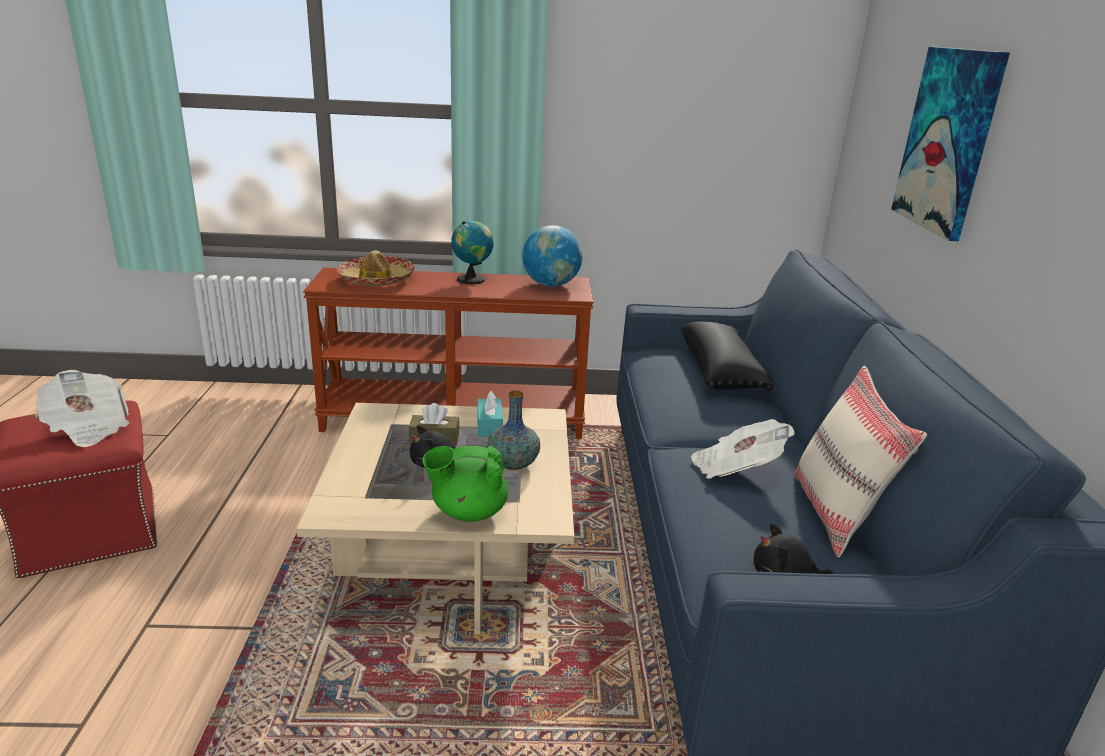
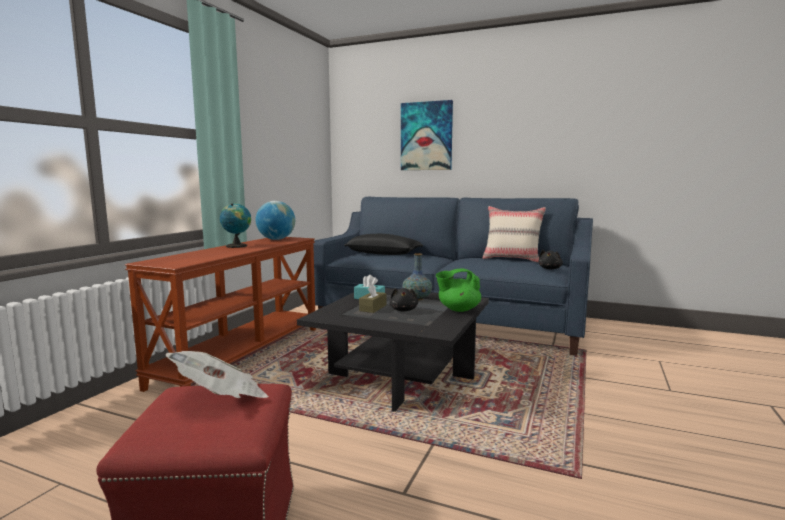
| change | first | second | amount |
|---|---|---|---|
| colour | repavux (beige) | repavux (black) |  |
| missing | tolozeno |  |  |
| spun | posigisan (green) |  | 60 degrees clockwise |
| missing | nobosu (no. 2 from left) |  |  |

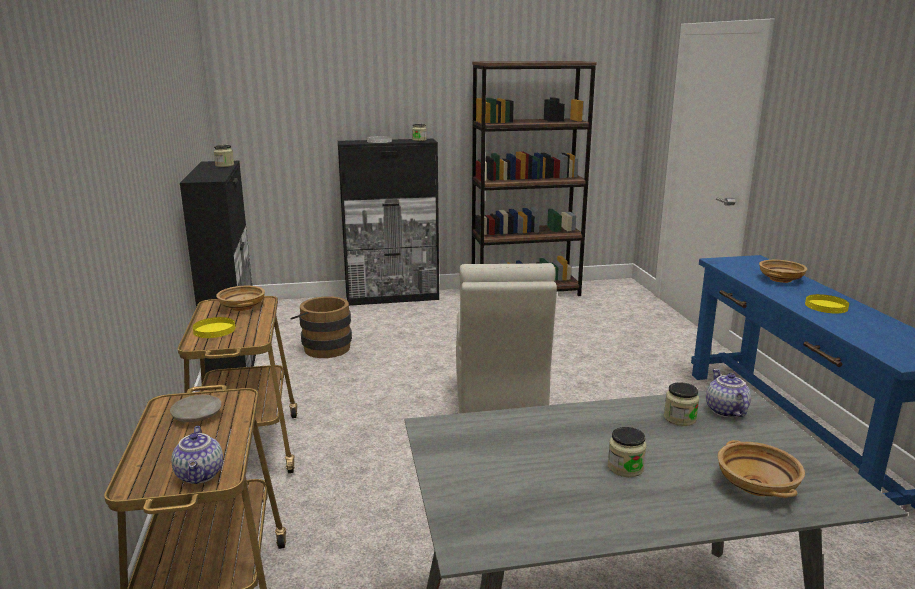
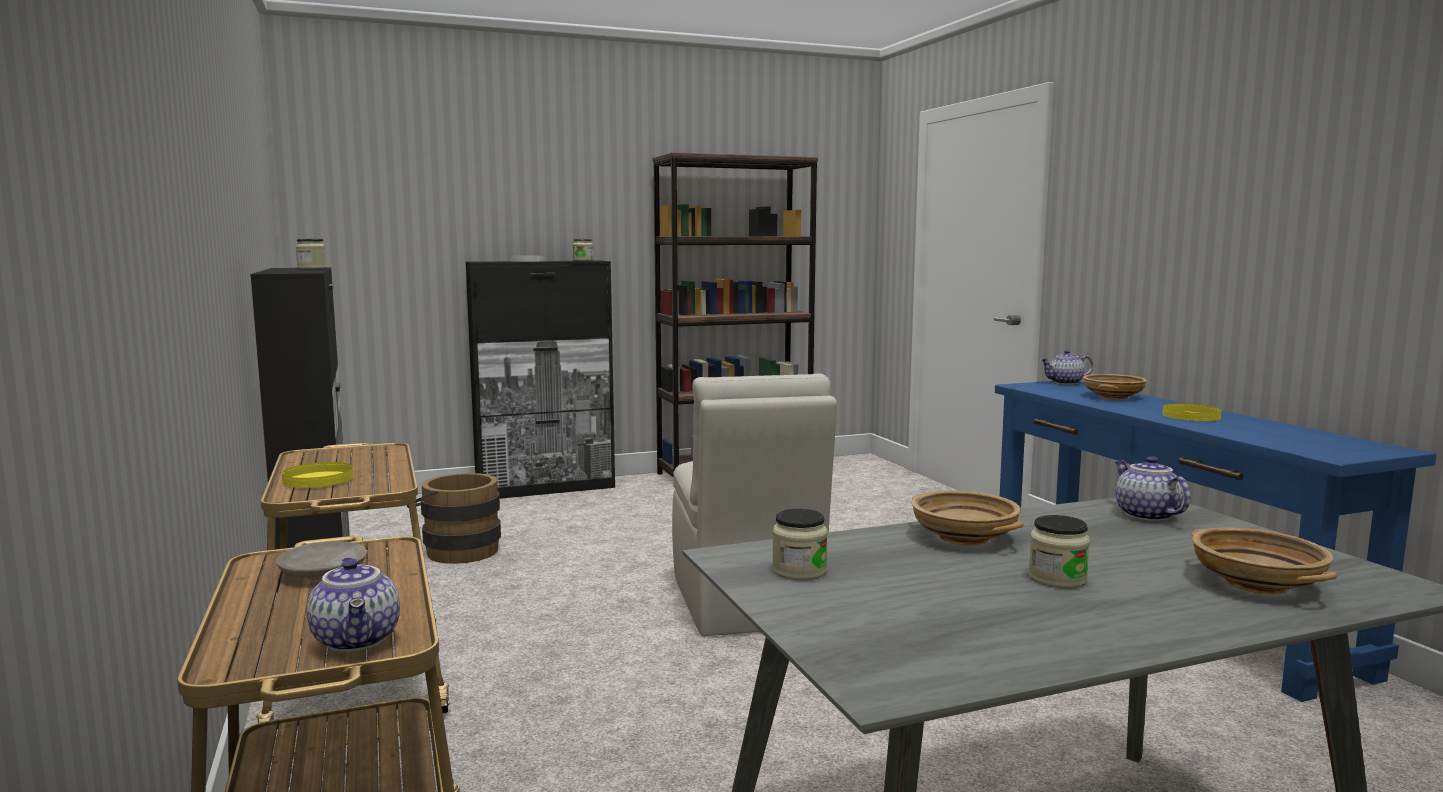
| change | first | second | amount |
|---|---|---|---|
| relocated | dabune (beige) (no. 1 from left) |  |  |
| relocated | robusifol (no. 4 from left in the first image) | robusifol (no. 3 from left) |  |
| appeared |  | posigisan (no. 2 from left) |  |

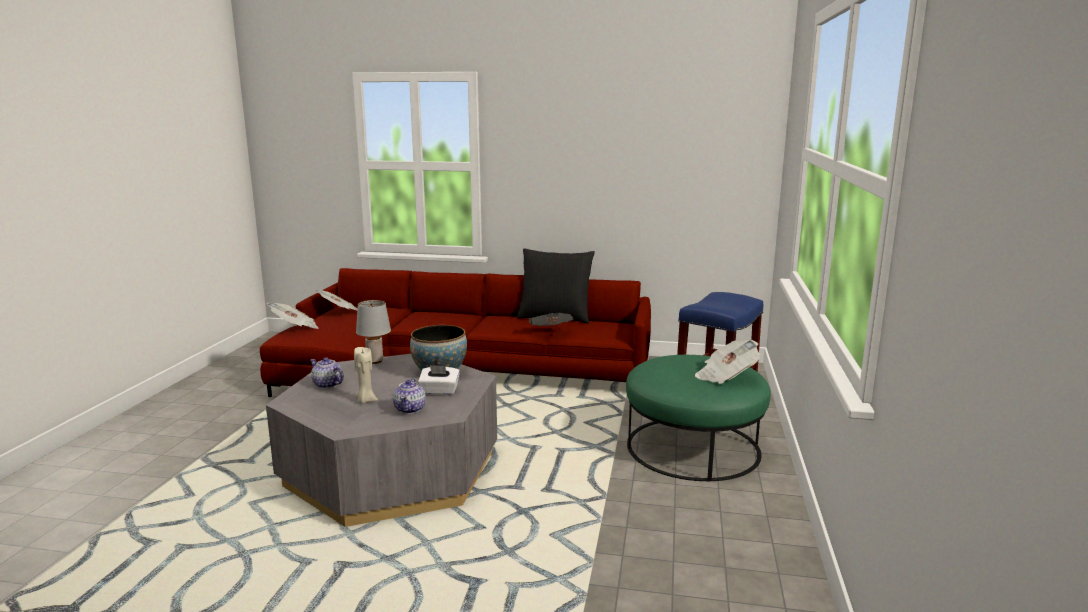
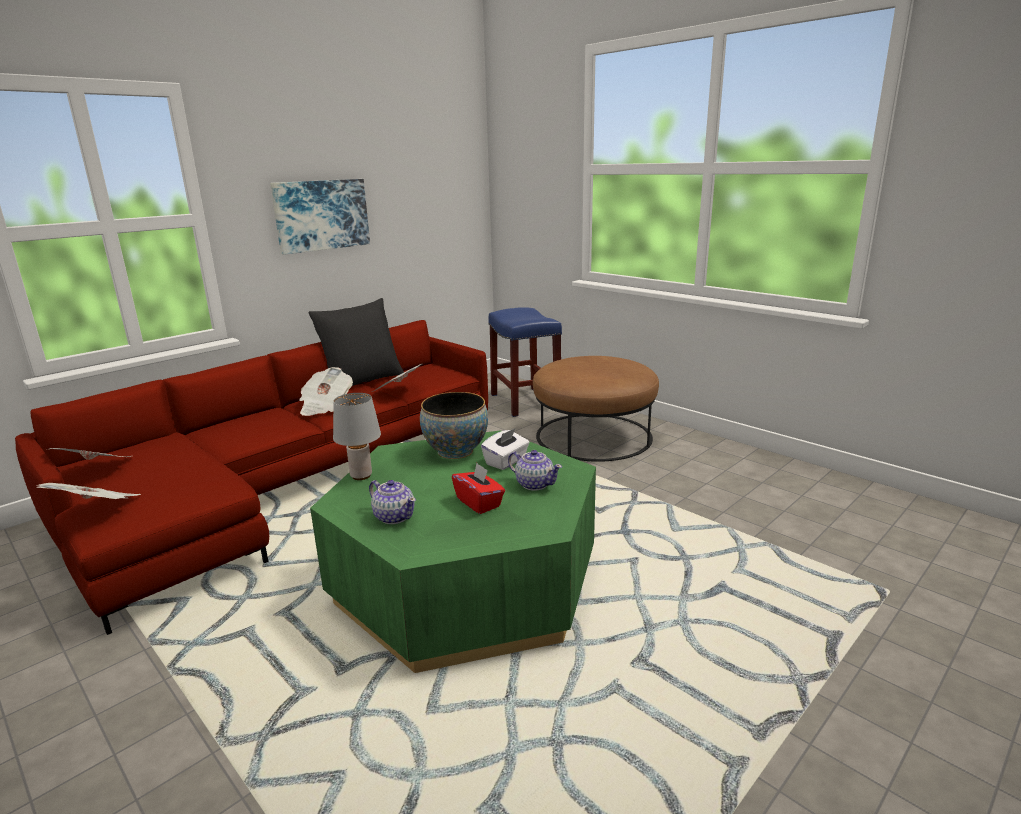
| change | first | second | amount |
|---|---|---|---|
| colour | repavux (grey) | repavux (green) |  |
| spun | posigisan (no. 1 from left) |  | 120 degrees counterclockwise |
| exchanged | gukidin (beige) | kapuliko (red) |  |
| colour | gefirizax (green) | gefirizax (brown) |  |
| relocated | nobosu (no. 4 from left in the first image) | nobosu (no. 3 from left) |  |
| appeared |  | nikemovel |  |

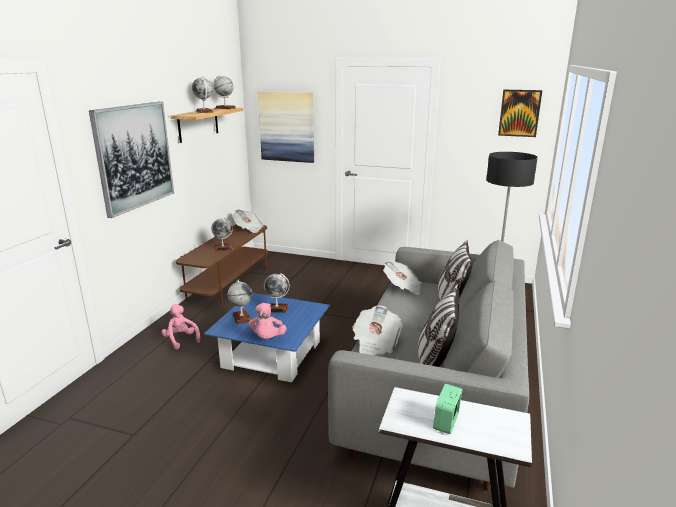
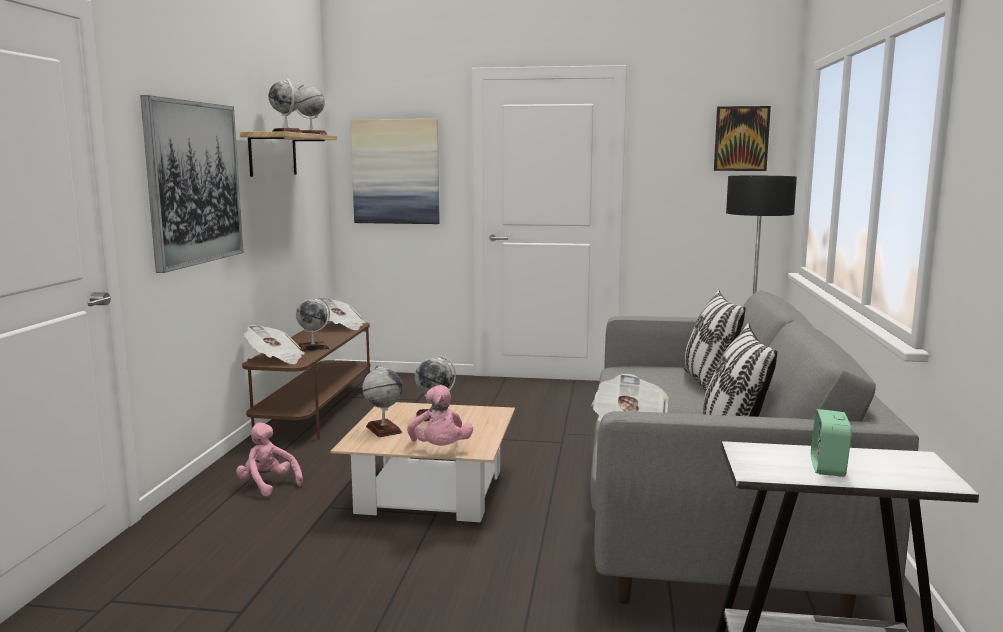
| change | first | second | amount |
|---|---|---|---|
| colour | repavux (blue) | repavux (beige) |  |
| relocated | nobosu (no. 3 from left in the first image) | nobosu (no. 1 from left) |  |

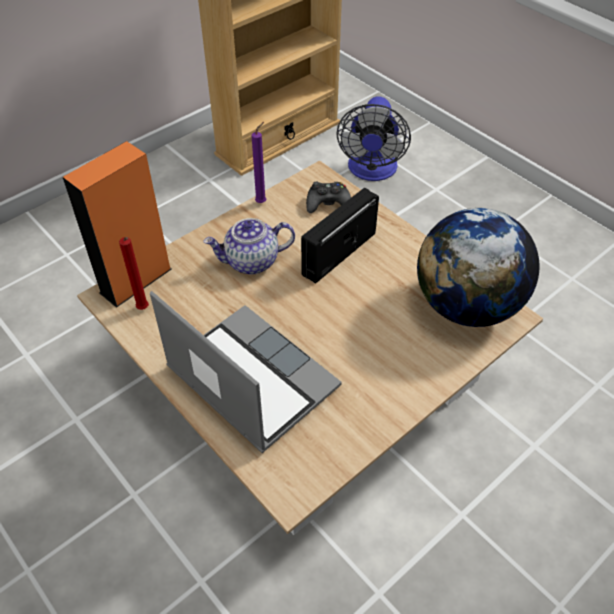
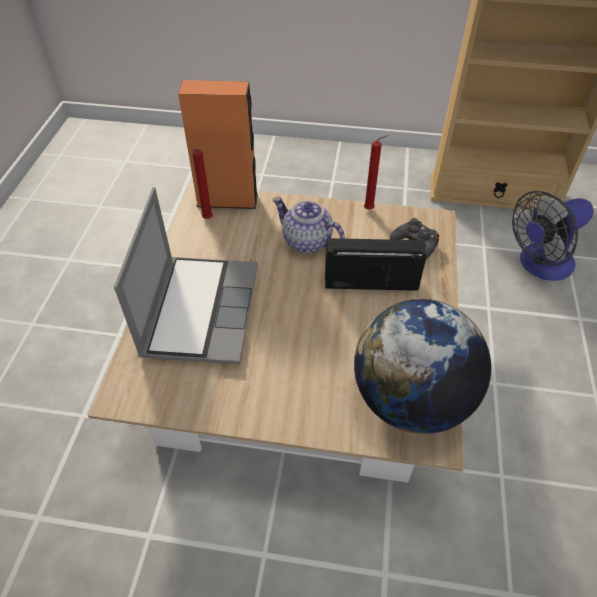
| change | first | second | amount |
|---|---|---|---|
| colour | gukidin (purple) | gukidin (red) (no. 2 from left) |  |

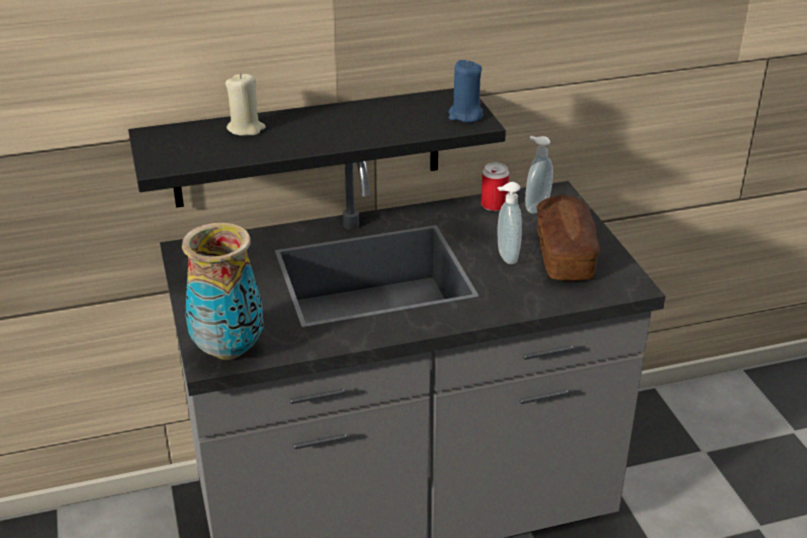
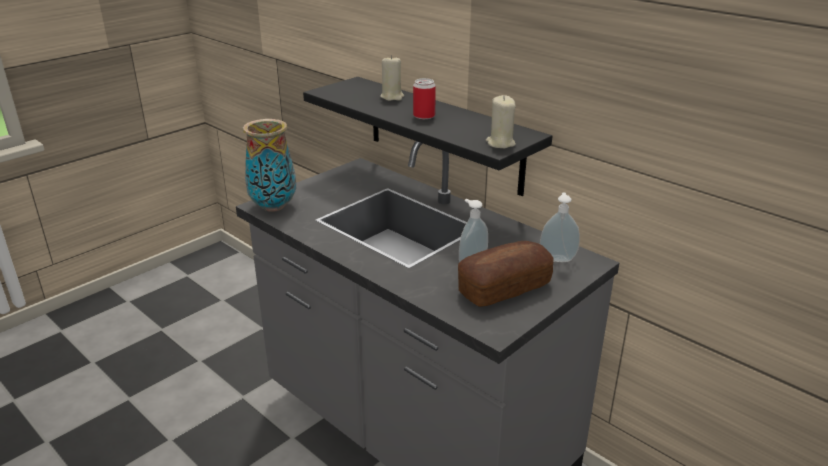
| change | first | second | amount |
|---|---|---|---|
| colour | gukidin (blue) | gukidin (beige) (no. 2 from left) |  |
| relocated | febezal |  |  |

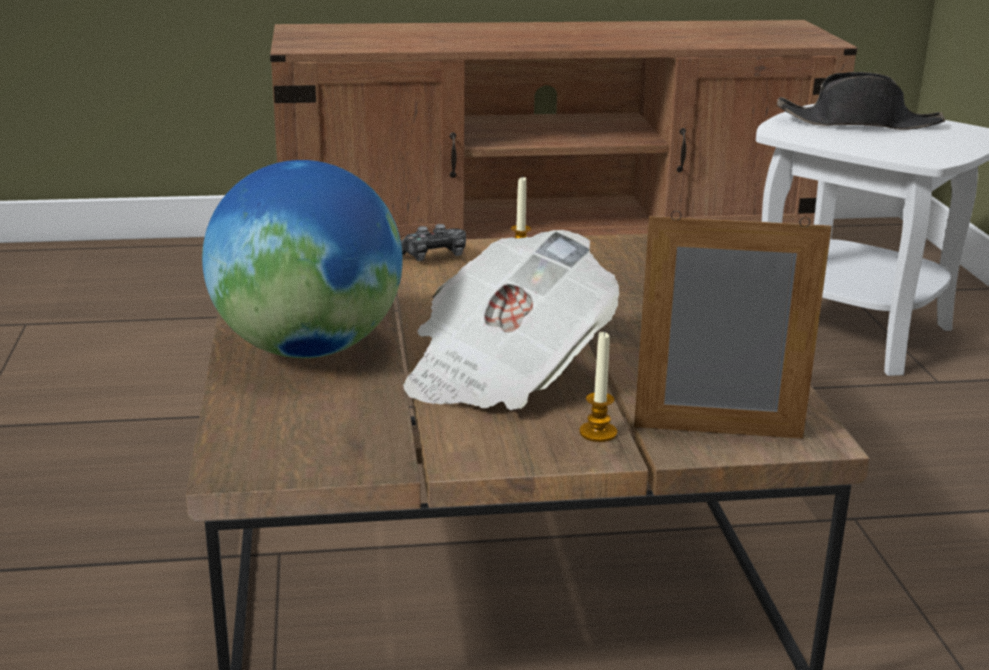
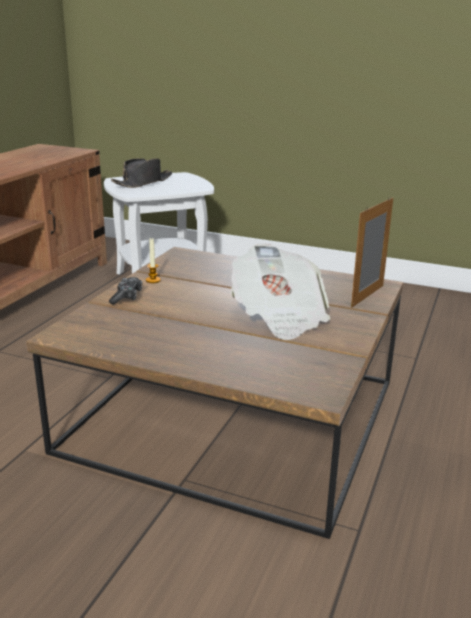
| change | first | second | amount |
|---|---|---|---|
| missing | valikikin |  |  |
| missing | gukidin (no. 2 from left) |  |  |

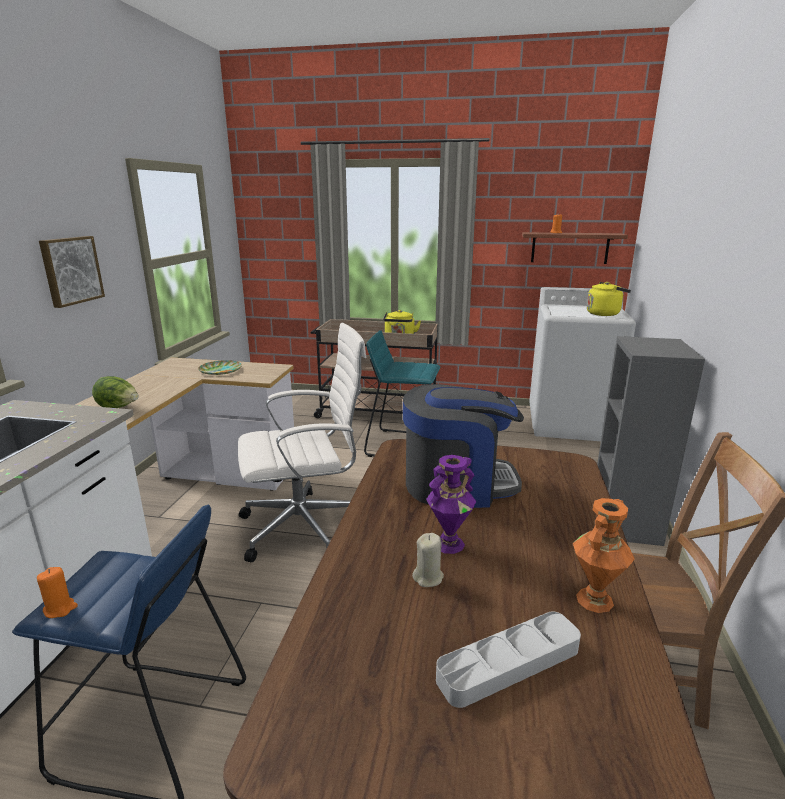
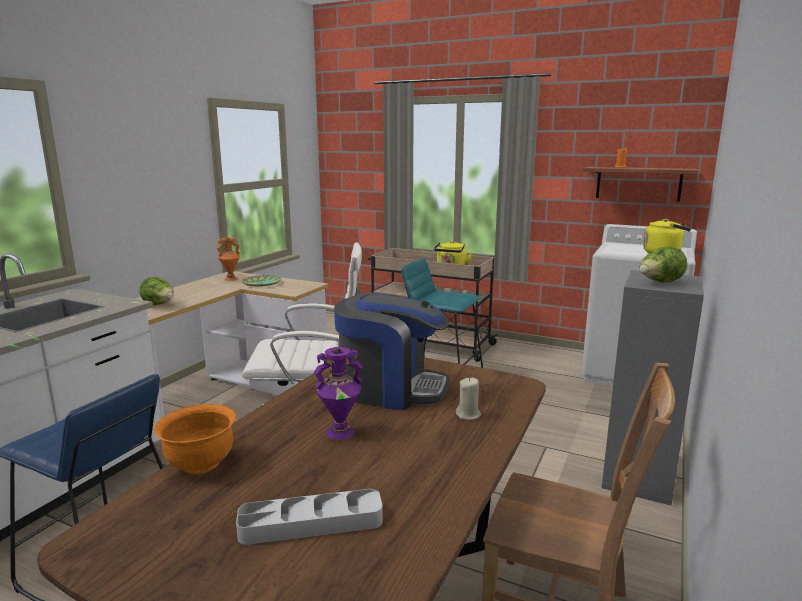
| change | first | second | amount |
|---|---|---|---|
| missing | gukidin (orange) (no. 1 from left) |  |  |
| missing | nikemovel |  |  |
| relocated | gukidin (beige) |  |  |
| relocated | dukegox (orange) |  |  |
| appeared |  | dabune (orange) |  |
| appeared |  | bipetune (no. 2 from left) |  |

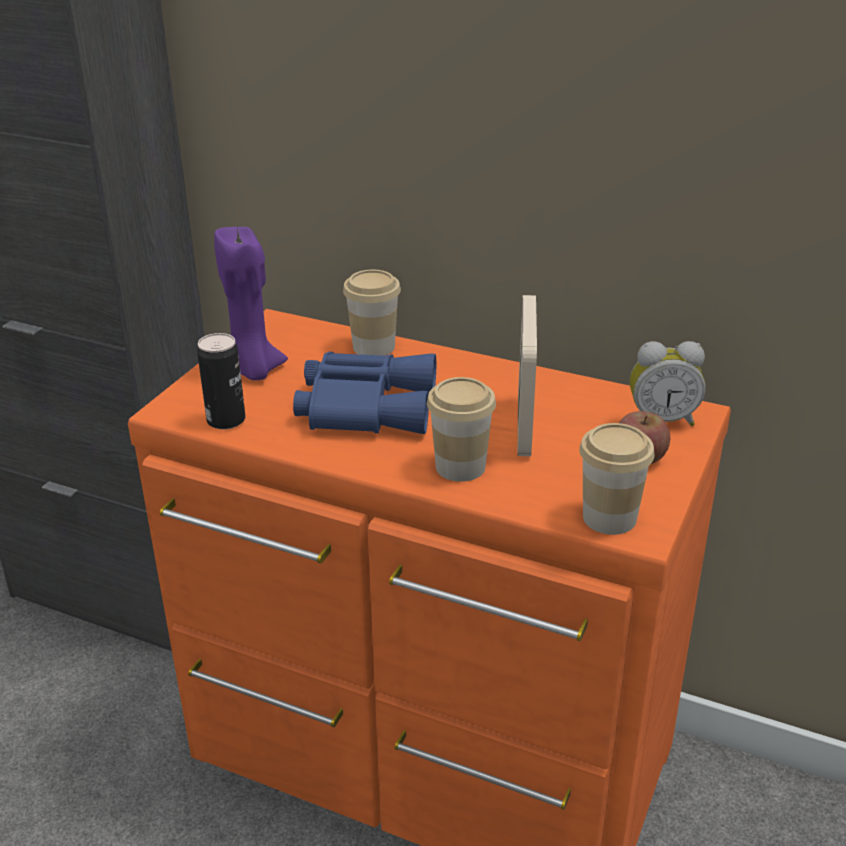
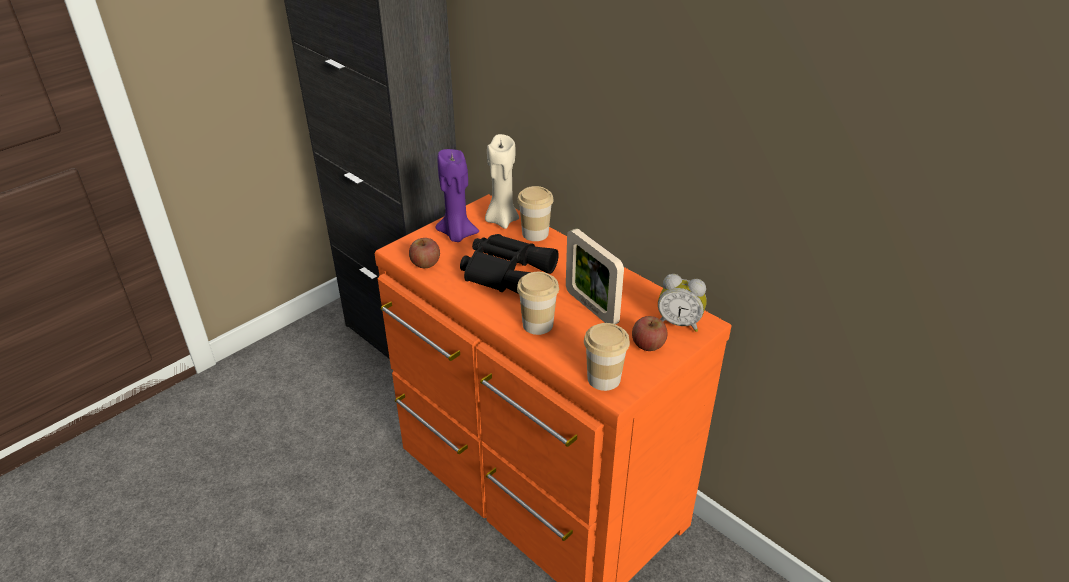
| change | first | second | amount |
|---|---|---|---|
| exchanged | febezal | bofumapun (no. 1 from left) |  |
| colour | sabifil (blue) | sabifil (black) |  |
| spun | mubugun |  | 120 degrees clockwise |
| appeared |  | gukidin (beige) |  |

